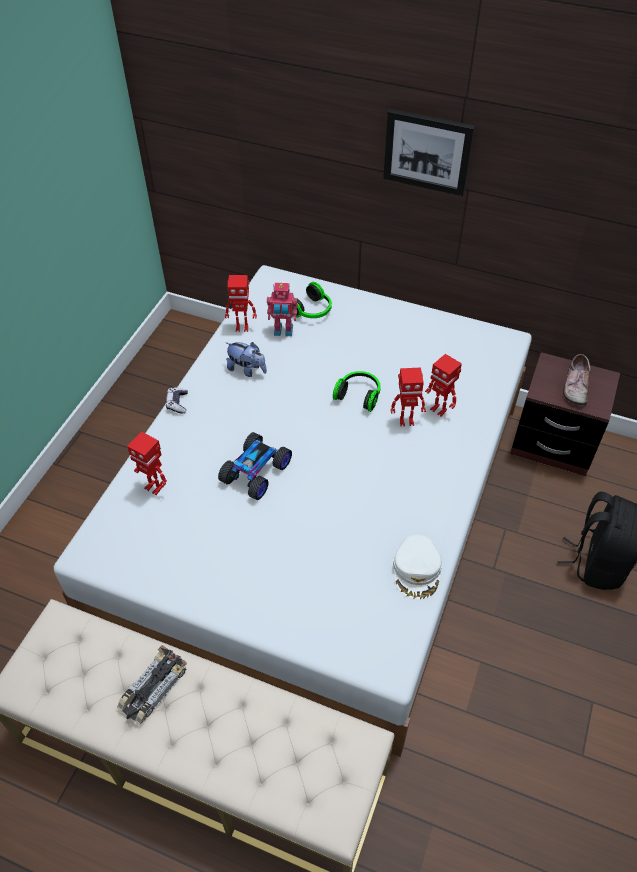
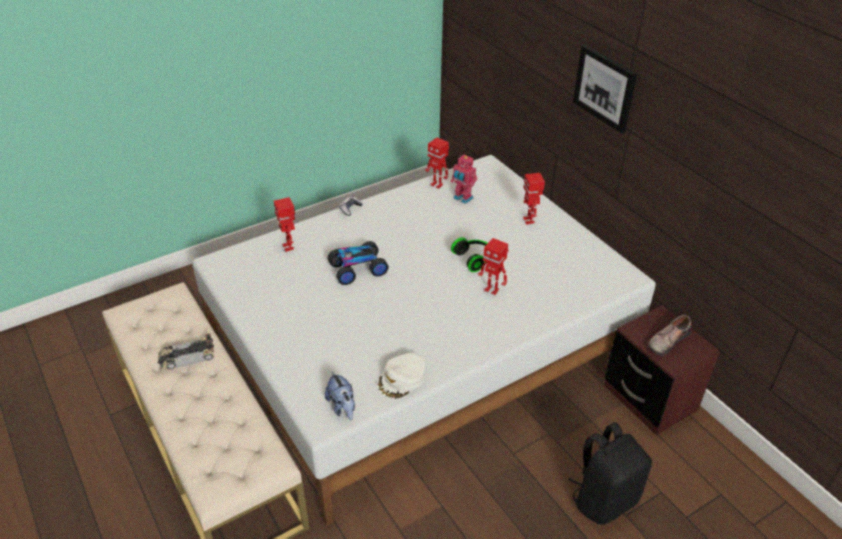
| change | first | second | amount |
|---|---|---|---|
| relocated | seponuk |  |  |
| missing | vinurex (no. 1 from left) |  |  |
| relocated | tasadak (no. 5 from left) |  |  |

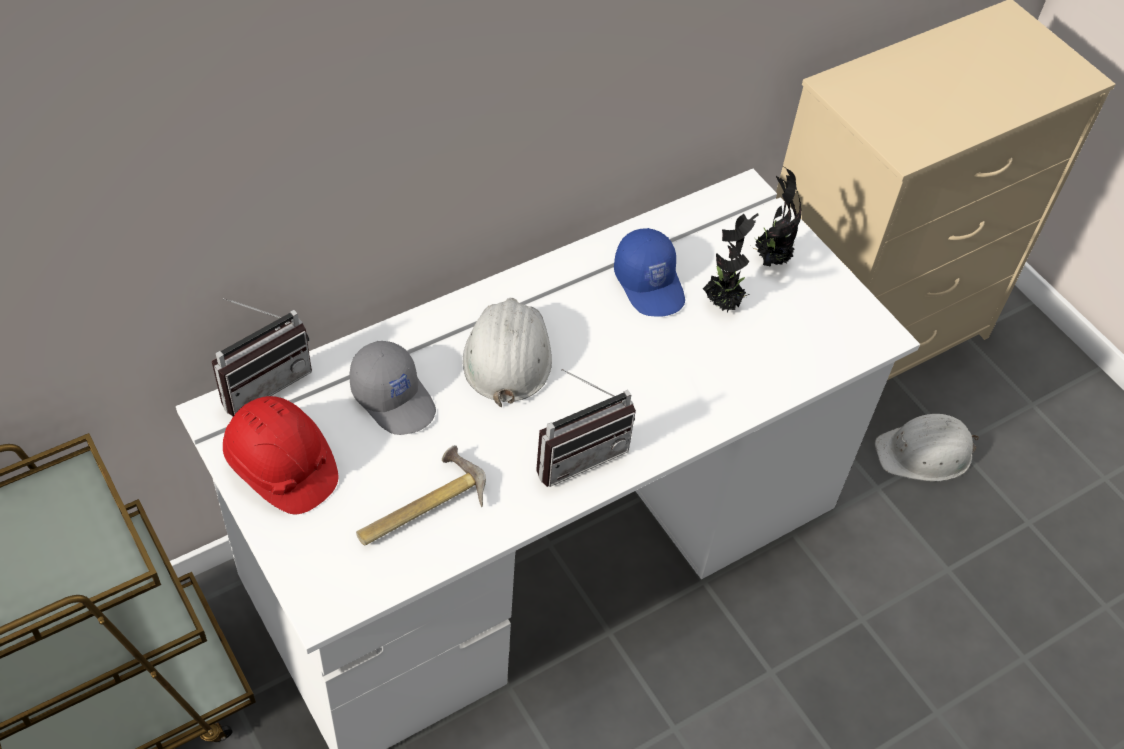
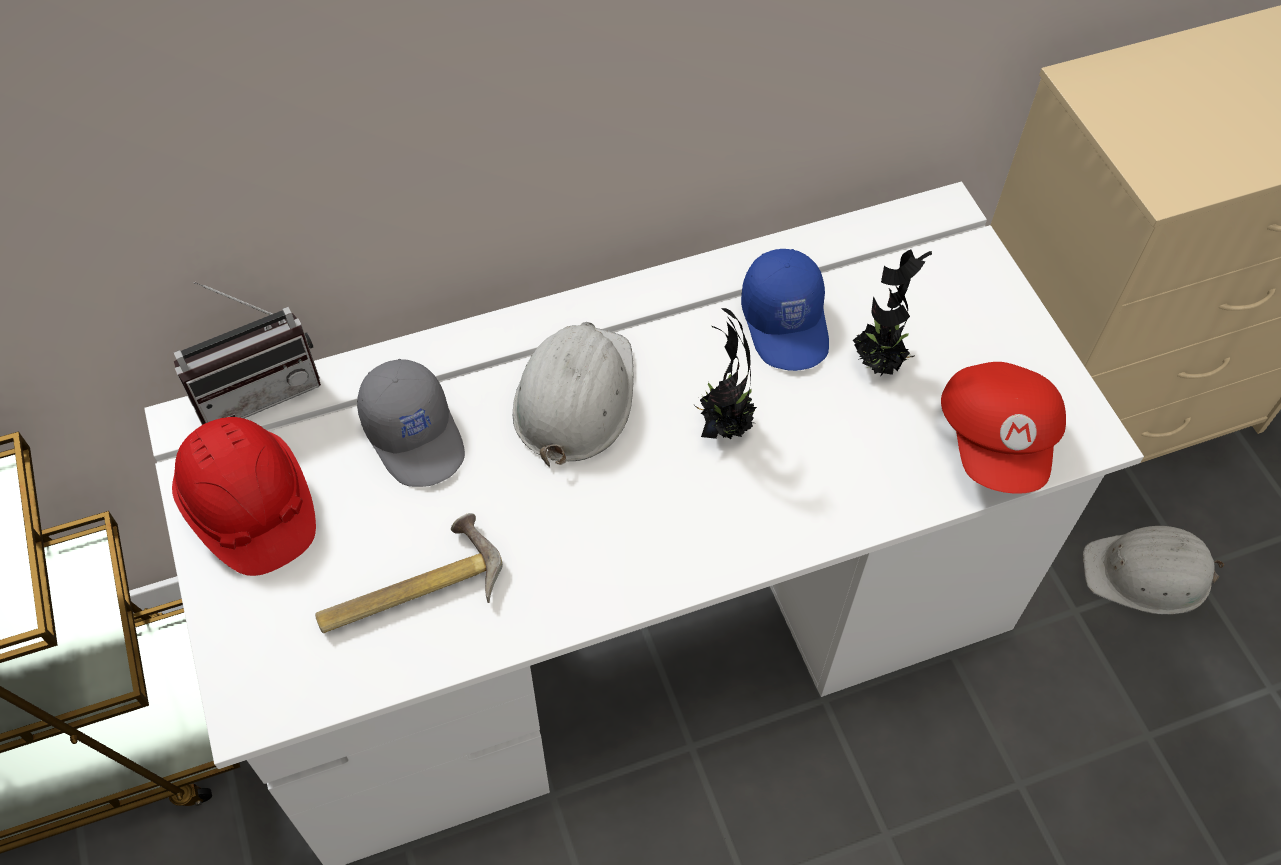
| change | first | second | amount |
|---|---|---|---|
| missing | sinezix (no. 2 from left) |  |  |
| relocated | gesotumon (no. 2 from left in the first image) | gesotumon (no. 1 from left) |  |
| appeared |  | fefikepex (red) |  |

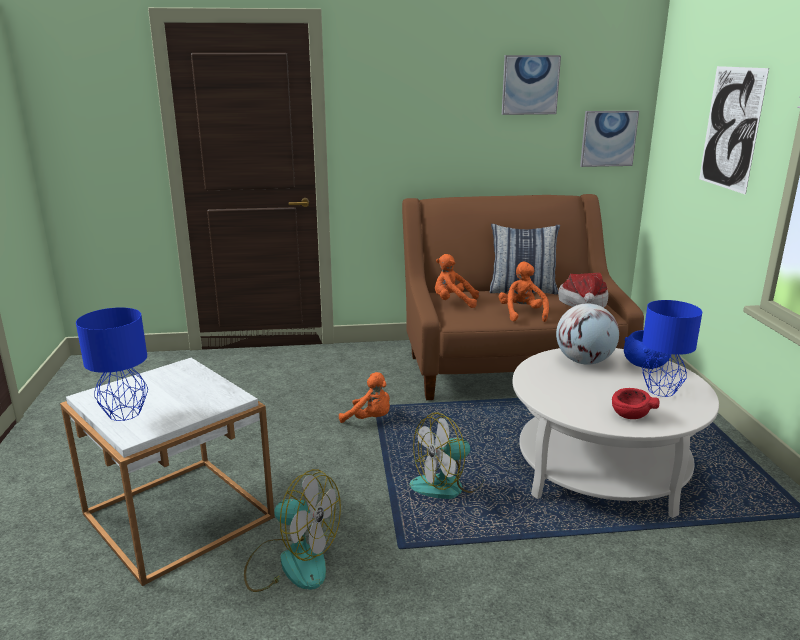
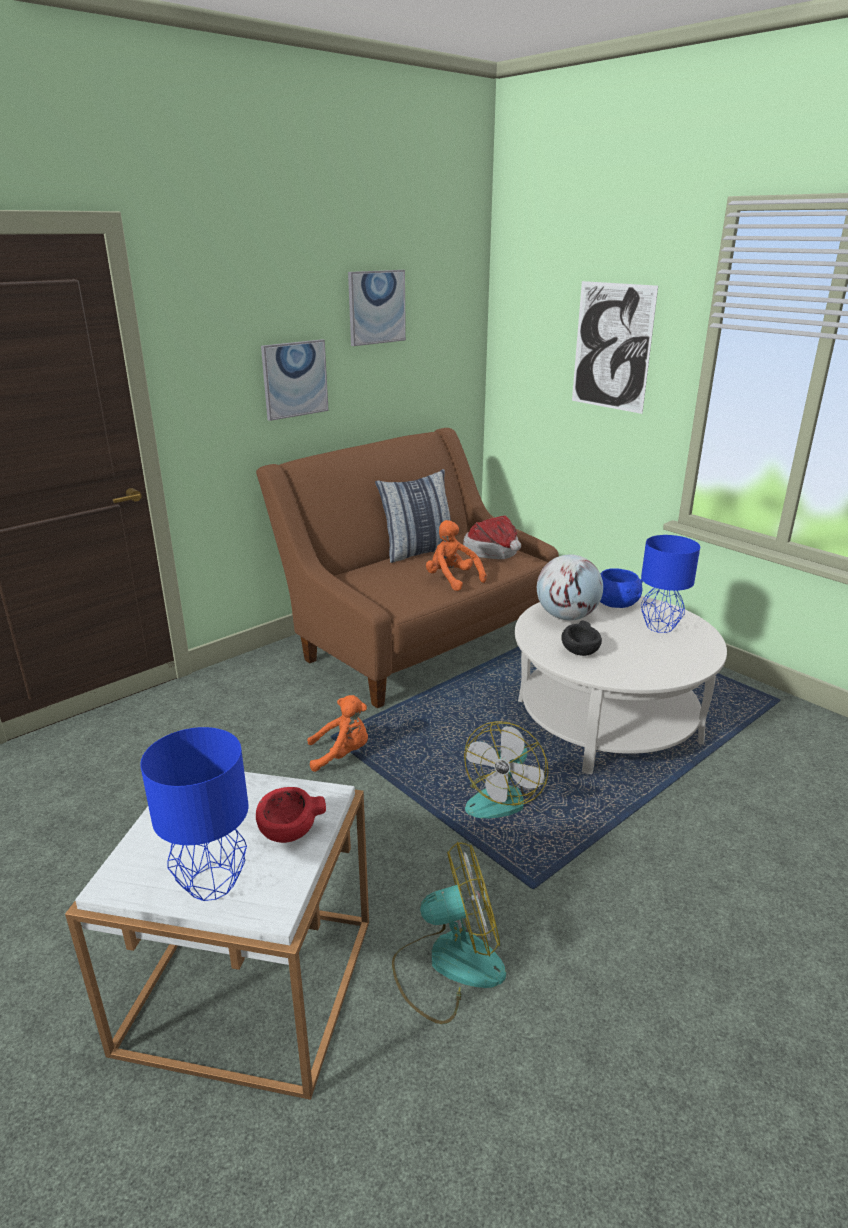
| change | first | second | amount |
|---|---|---|---|
| missing | seponuk (orange) (no. 2 from left) |  |  |
| relocated | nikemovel (no. 2 from left in the first image) | nikemovel (no. 1 from left) |  |
| relocated | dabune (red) |  |  |
| appeared |  | dabune (black) |  |

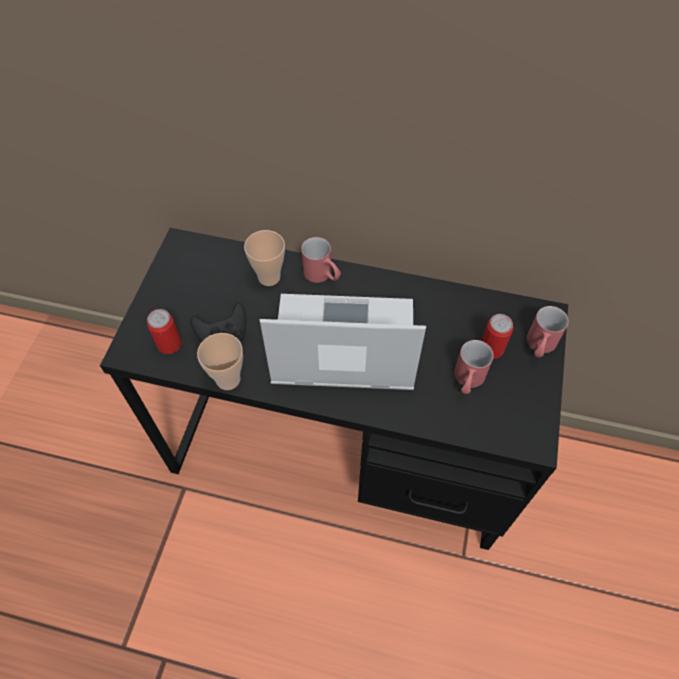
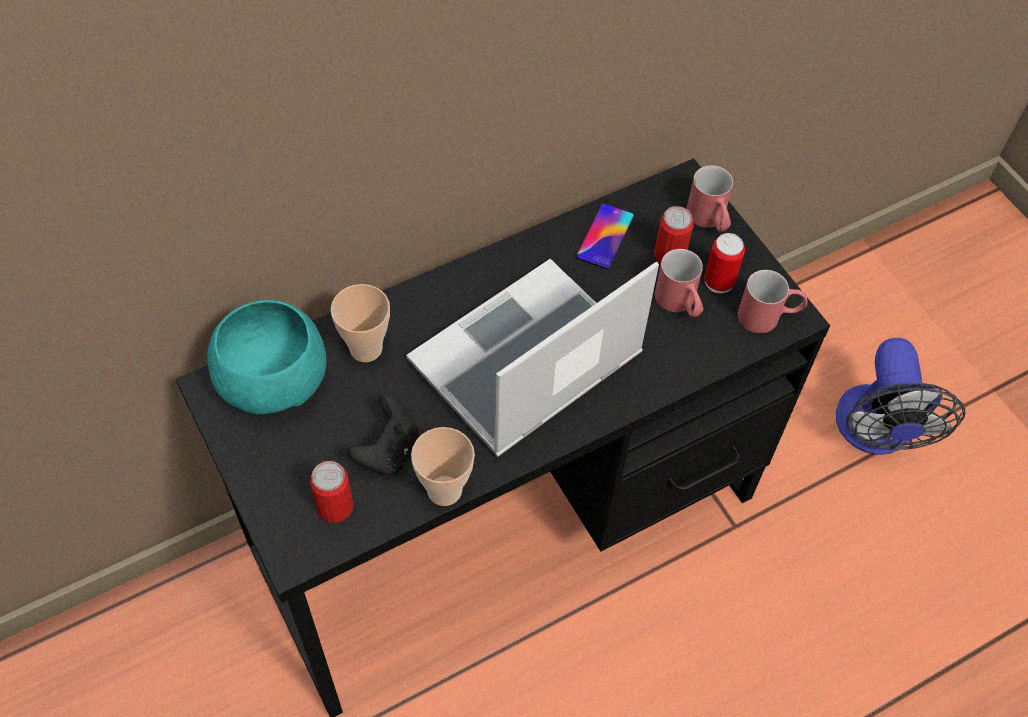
| change | first | second | amount |
|---|---|---|---|
| relocated | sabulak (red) (no. 1 from left in the first image) | sabulak (red) (no. 3 from left) |  |
| appeared |  | dabune (turquoise) |  |
| appeared |  | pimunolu |  |
| appeared |  | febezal (no. 3 from left) |  |
| appeared |  | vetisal |  |

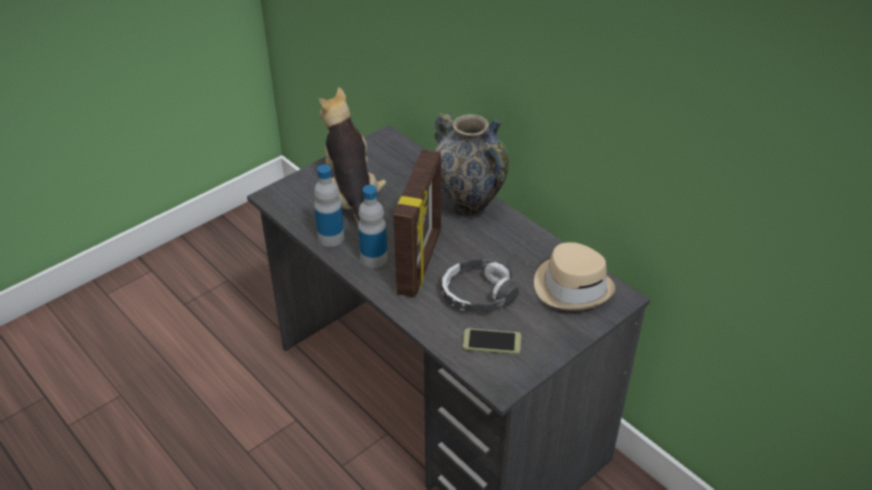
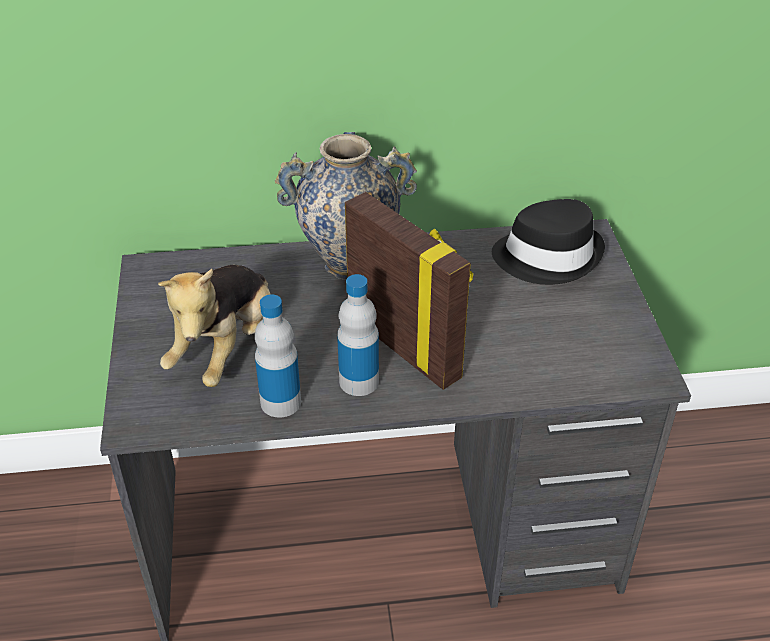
| change | first | second | amount |
|---|---|---|---|
| spun | seponuk |  | 90 degrees counterclockwise |
| missing | vinurex |  |  |
| missing | pimunolu |  |  |
| colour | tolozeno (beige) | tolozeno (black) |  |

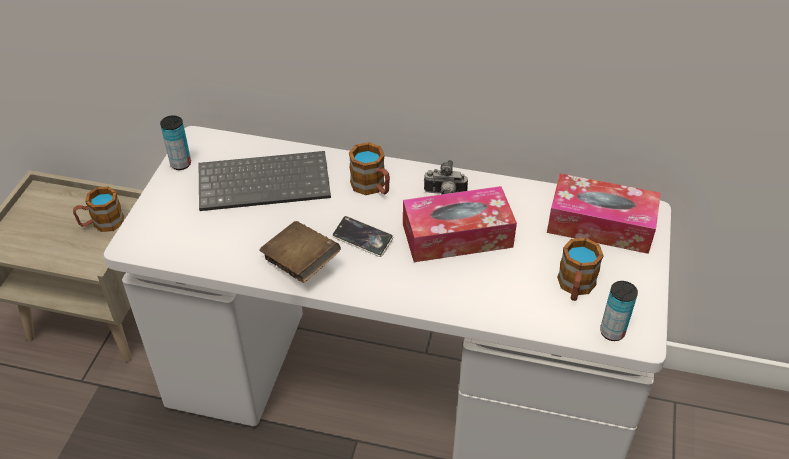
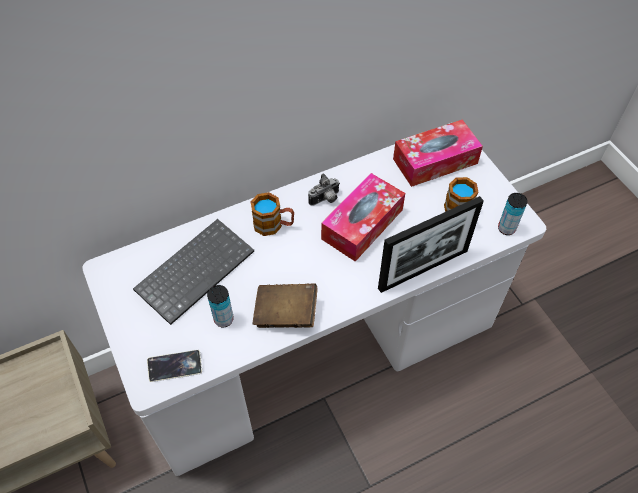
| change | first | second | amount |
|---|---|---|---|
| missing | sabulak (no. 1 from left) |  |  |
| relocated | febezal (no. 1 from left) |  |  |
| relocated | pimunolu |  |  |
| appeared |  | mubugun |  |

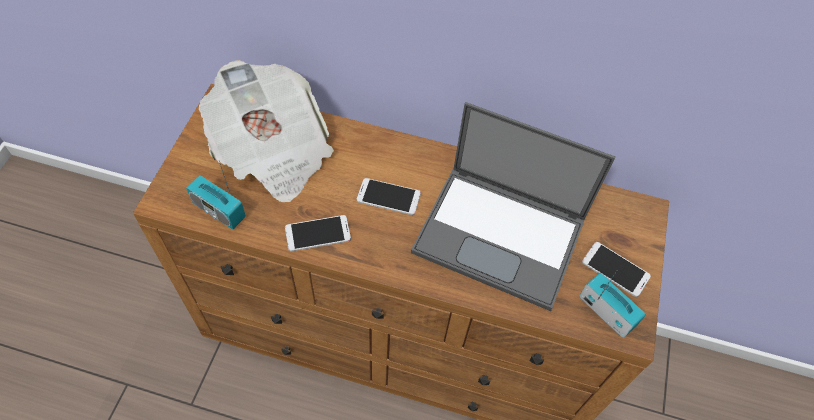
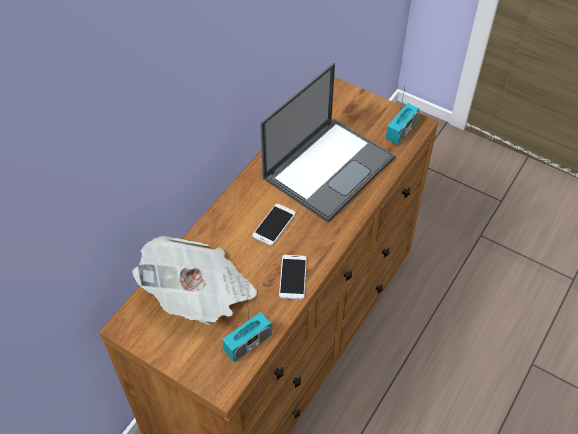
| change | first | second | amount |
|---|---|---|---|
| spun | sinezix (no. 2 from left) |  | 150 degrees clockwise |
| missing | pimunolu (no. 3 from left) |  |  |

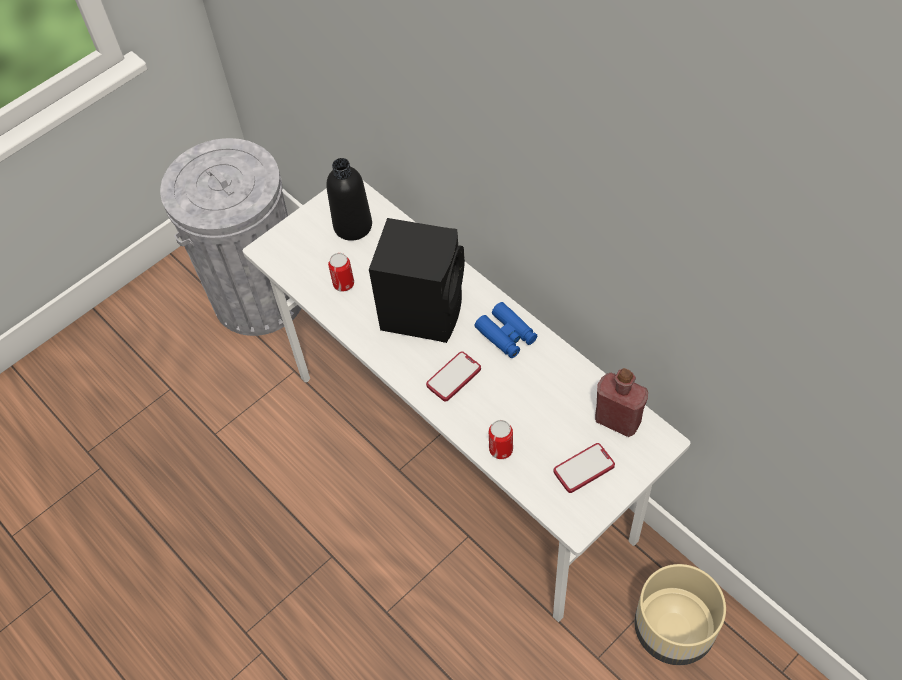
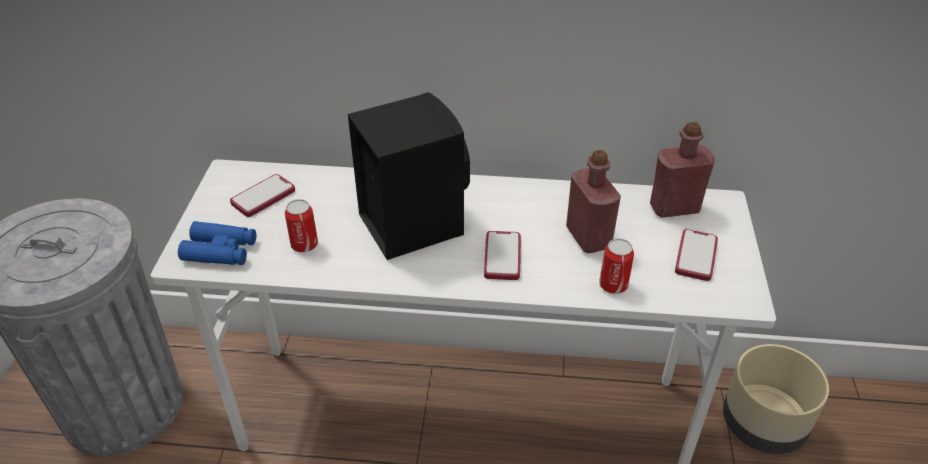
| change | first | second | amount |
|---|---|---|---|
| exchanged | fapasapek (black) | pimunolu (no. 1 from left) |  |
| relocated | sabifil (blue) |  |  |
| appeared |  | fapasapek (red) (no. 1 from left) |  |

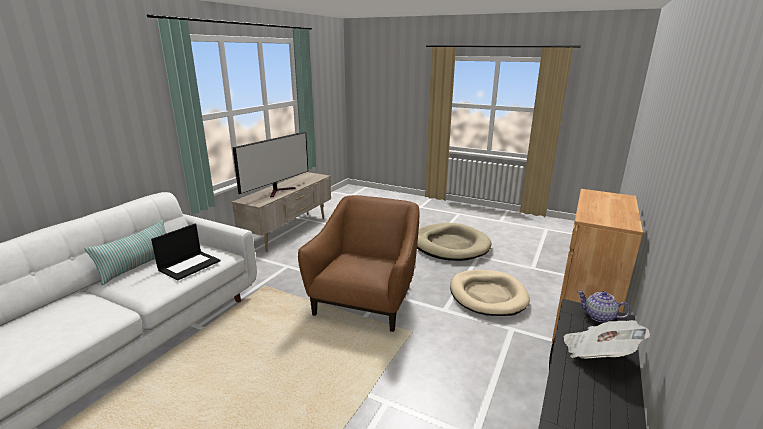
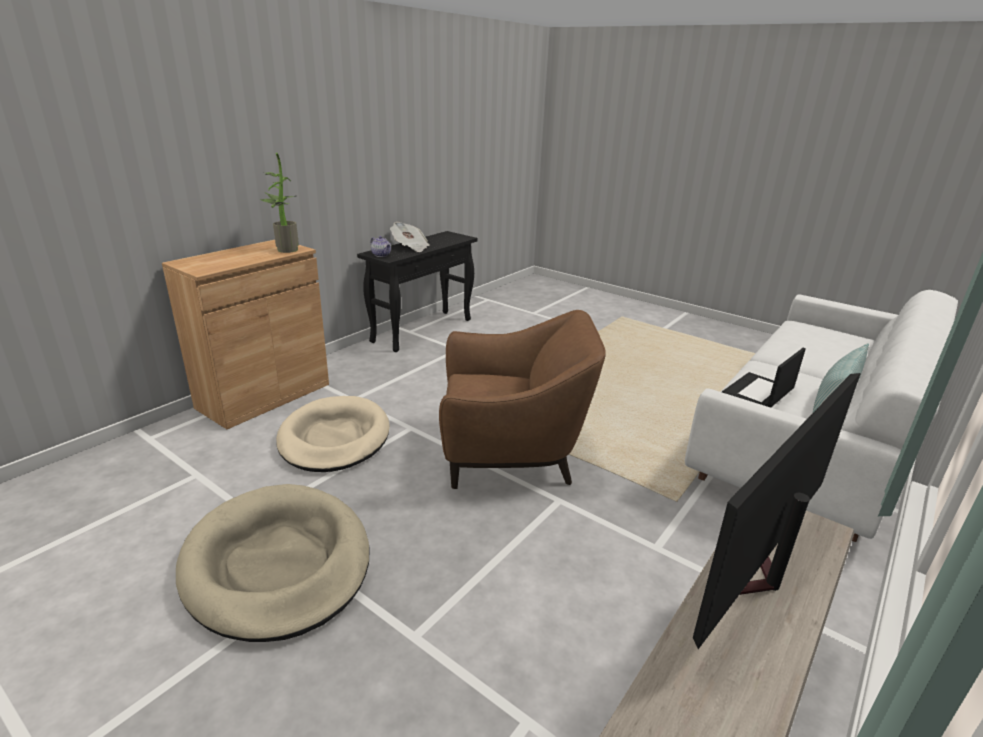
| change | first | second | amount |
|---|---|---|---|
| spun | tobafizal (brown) |  | 120 degrees counterclockwise |
| appeared |  | gesotumon |  |

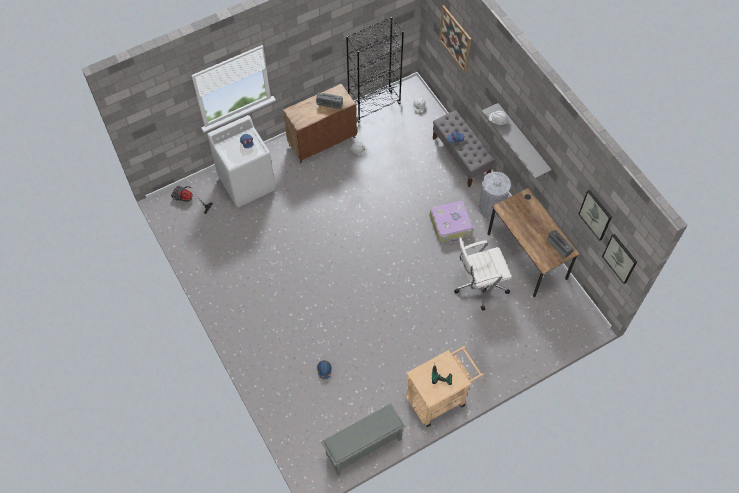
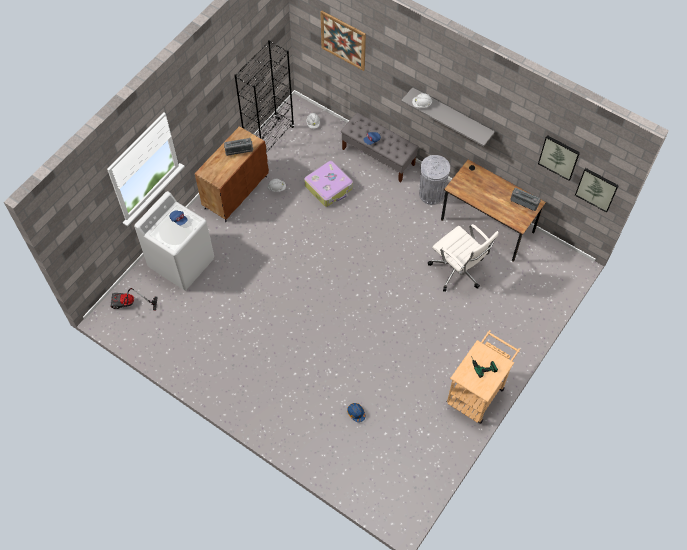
| change | first | second | amount |
|---|---|---|---|
| missing | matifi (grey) |  |  |
| relocated | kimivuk |  |  |
| spun | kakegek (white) |  | 90 degrees counterclockwise |

